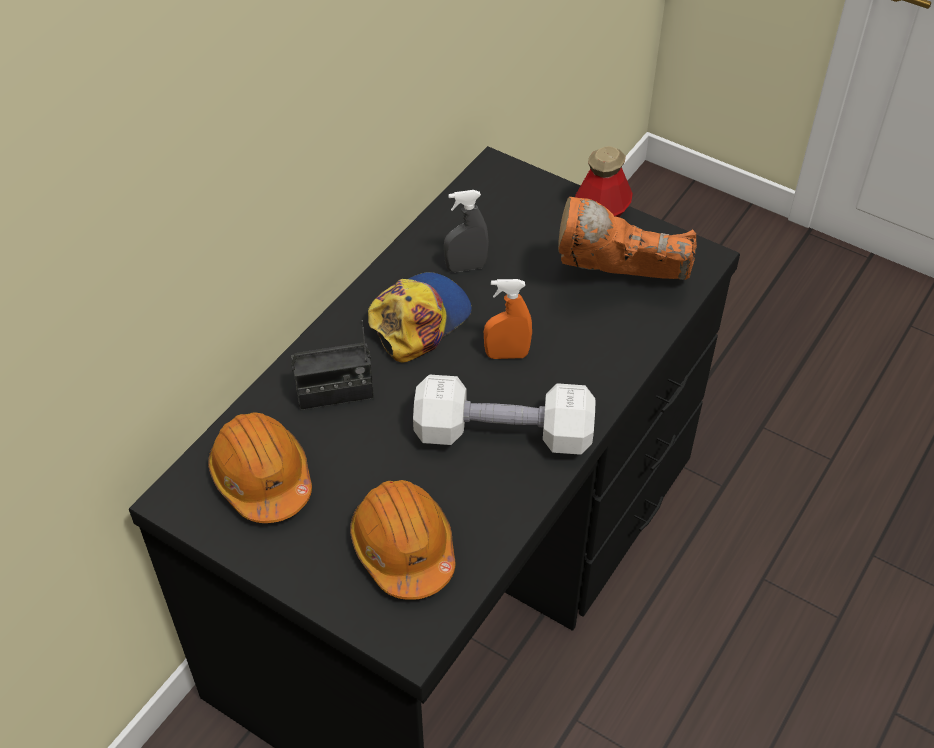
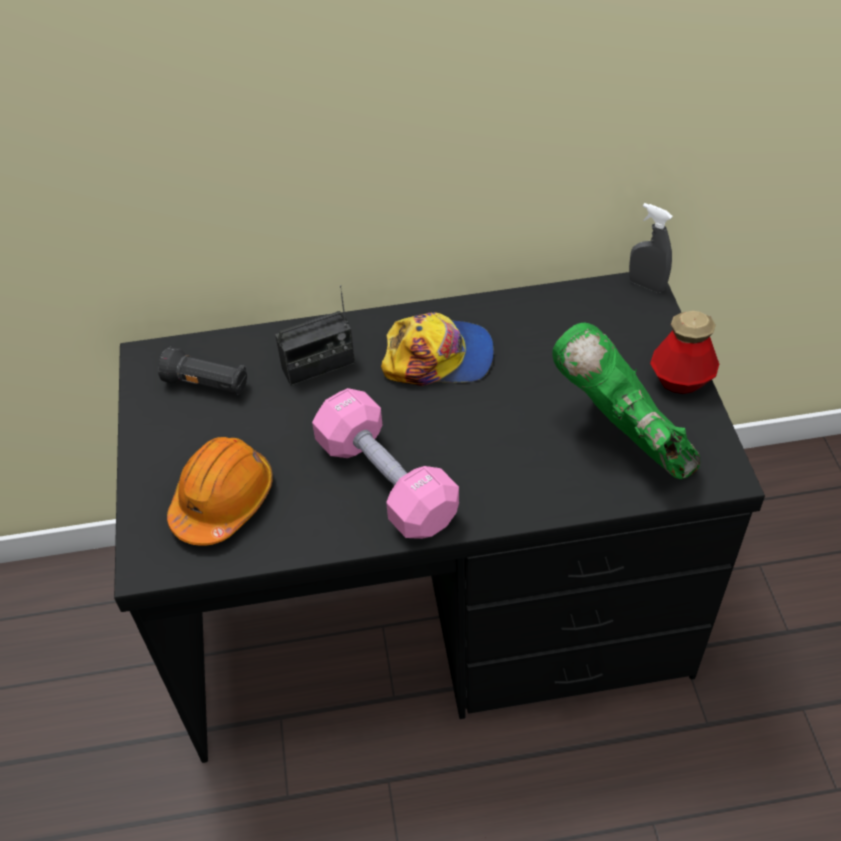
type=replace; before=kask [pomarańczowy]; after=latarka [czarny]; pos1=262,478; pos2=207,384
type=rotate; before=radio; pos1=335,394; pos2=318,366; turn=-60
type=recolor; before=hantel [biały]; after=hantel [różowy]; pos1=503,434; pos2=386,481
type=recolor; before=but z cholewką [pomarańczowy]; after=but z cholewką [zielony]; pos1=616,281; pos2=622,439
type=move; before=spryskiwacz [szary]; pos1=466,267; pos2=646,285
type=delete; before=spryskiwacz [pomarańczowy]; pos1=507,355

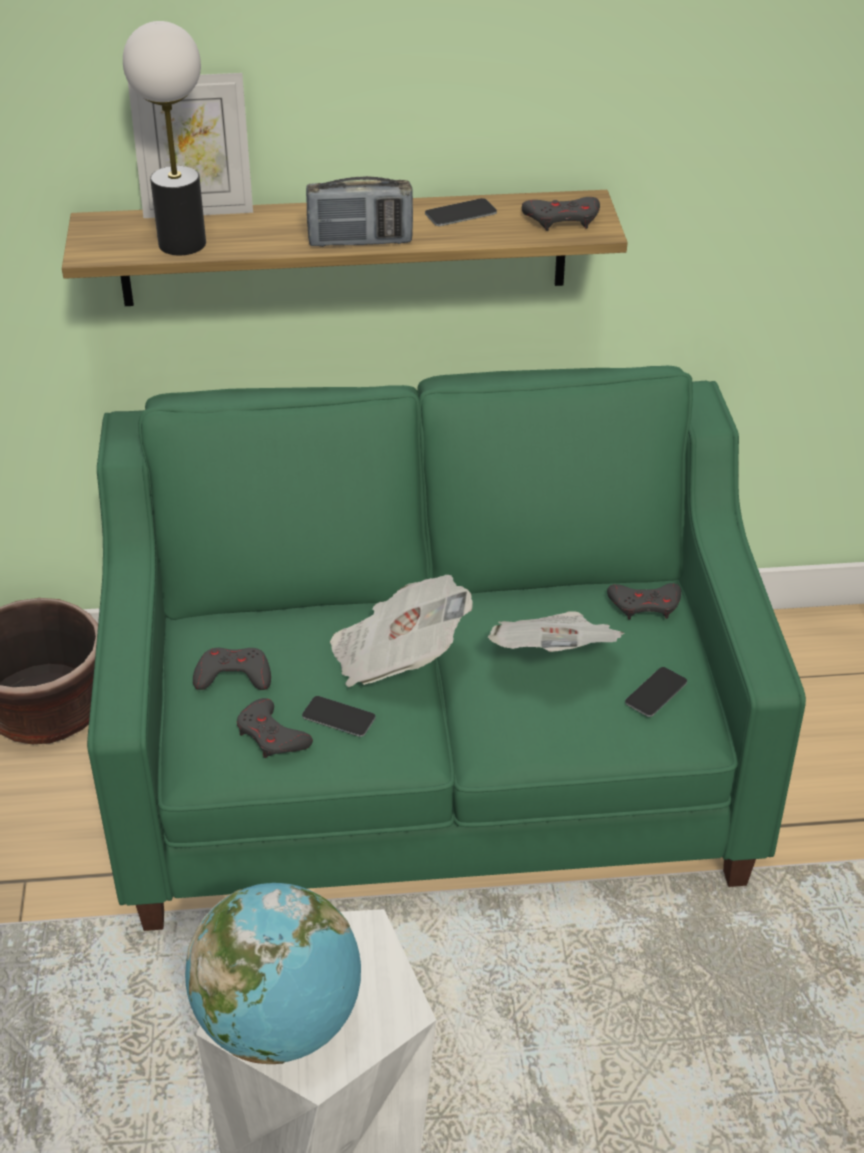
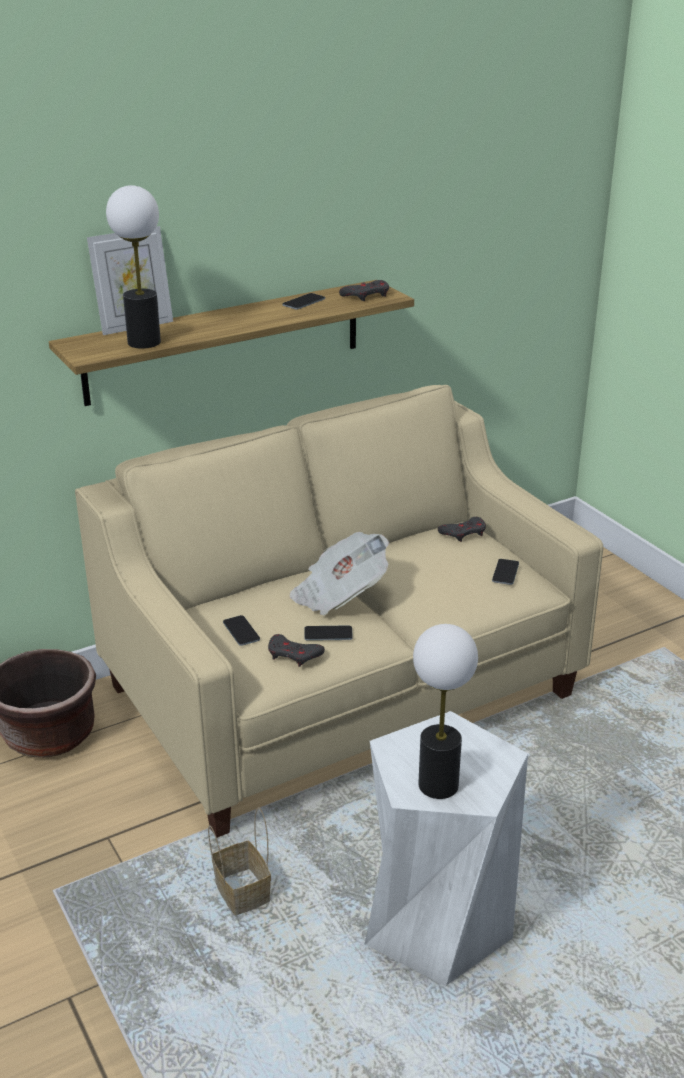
type=recolor; before=kanapa [zielony]; after=kanapa [beżowy]; pos1=431,769; pos2=341,691
type=insert; after=koszyk; pos2=240,892
type=replace; before=pad do gier [szary]; after=telefon; pos1=233,675; pos2=241,631
type=replace; before=globus; after=lampa stołowa; pos1=280,1023; pos2=439,785
type=delete; before=radio; pos1=360,241
type=delete; before=gazeta; pos1=553,658

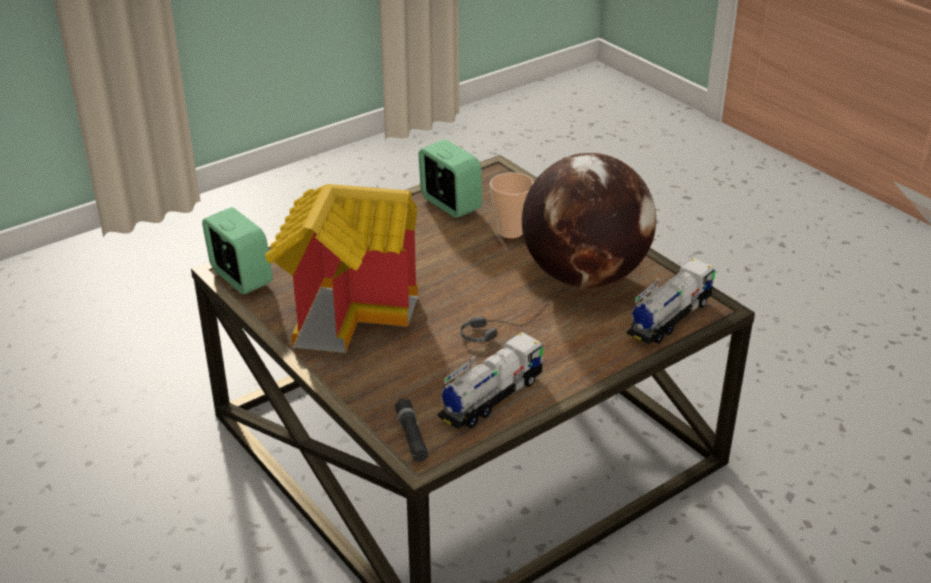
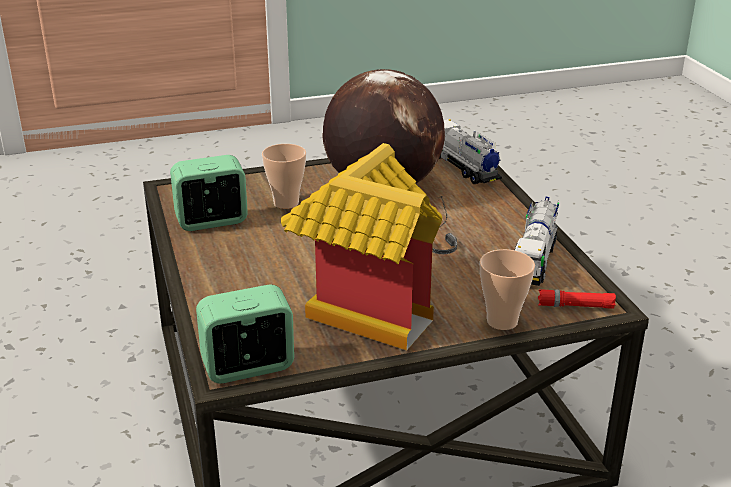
type=insert; after=filiżanka; pos2=502,321
type=rotate; before=ciężarówka zabawkowa; pos1=491,398; pos2=534,260; turn=-135
type=recolor; before=latarka [czarny]; after=latarka [czerwony]; pos1=411,435; pos2=575,306

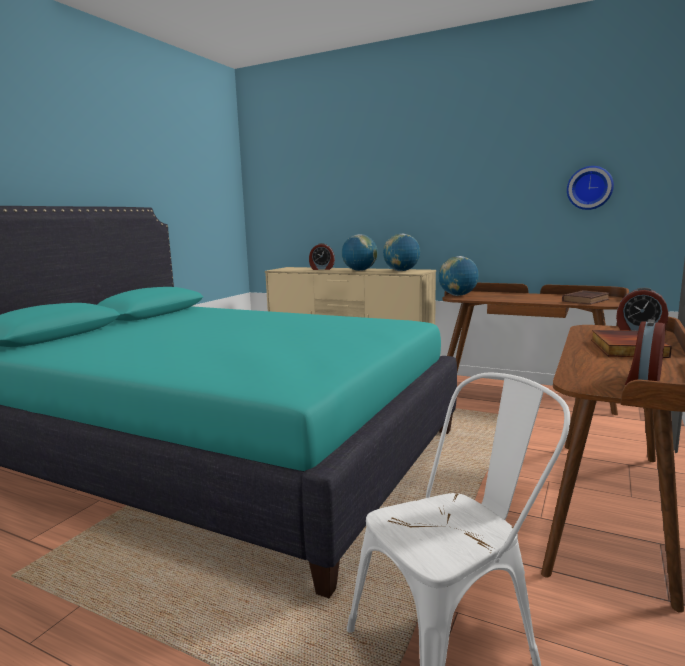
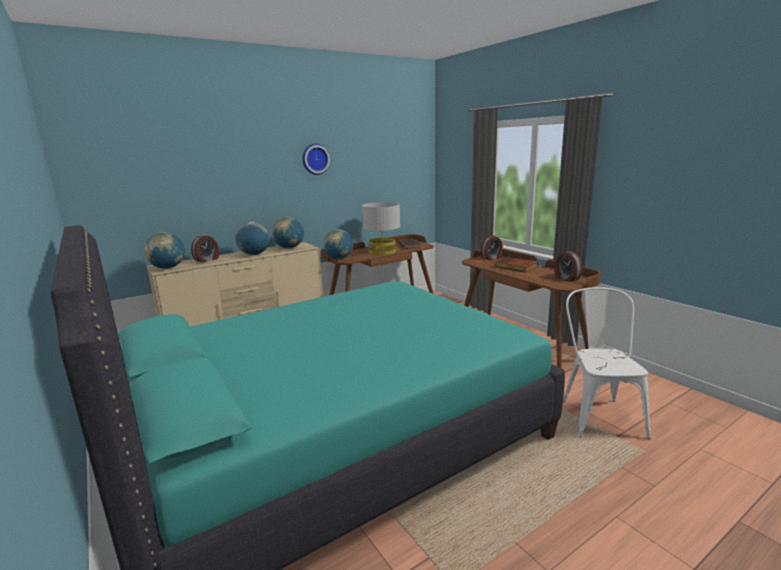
type=insert; after=globus; pos2=168,268
type=move; before=zegar ścienny; pos1=589,188; pos2=315,159
type=insert; after=lampa stołowa [szary]; pos2=382,251

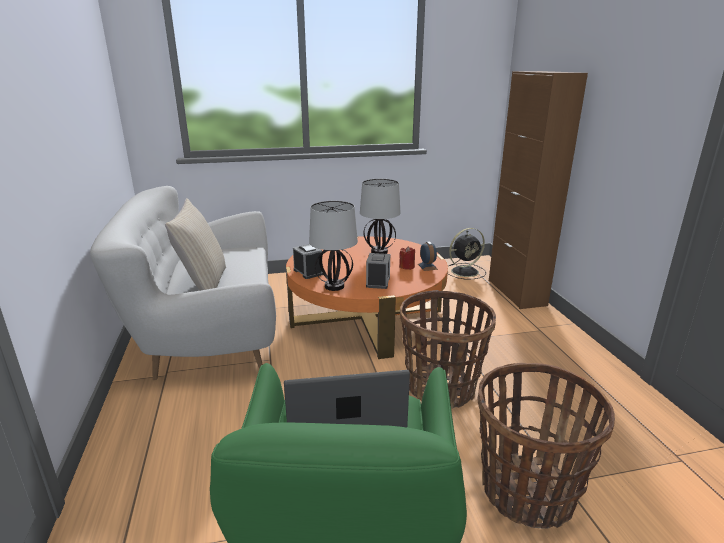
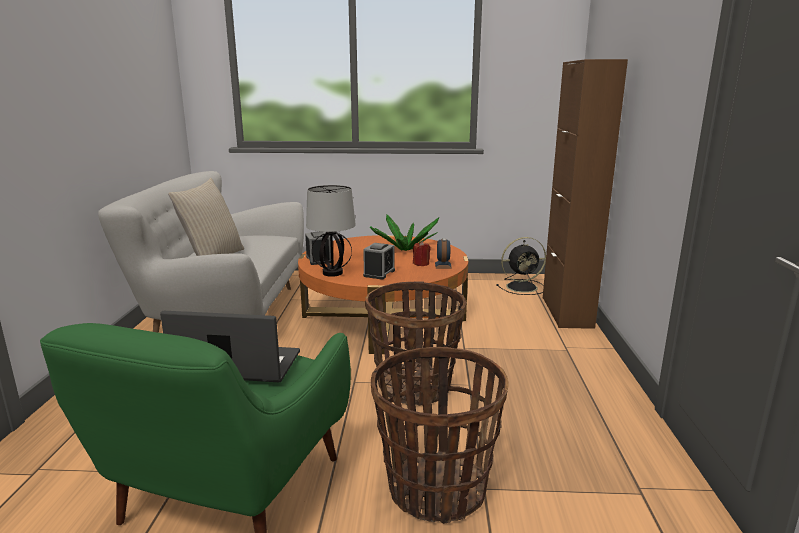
type=replace; before=lampa stołowa; after=roślina doniczkowa; pos1=379,252; pos2=405,249

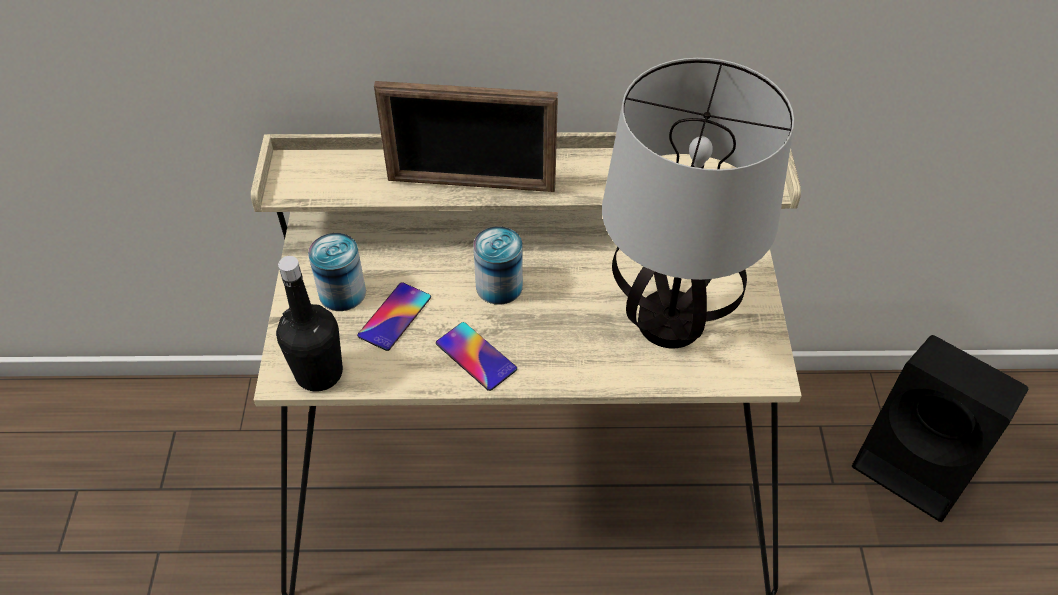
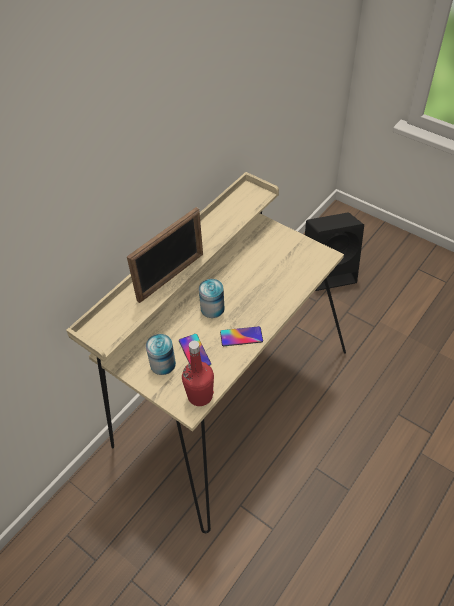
type=recolor; before=butelka [czarny]; after=butelka [czerwony]; pos1=319,373; pos2=200,396
type=delete; before=lampa stołowa; pos1=669,324

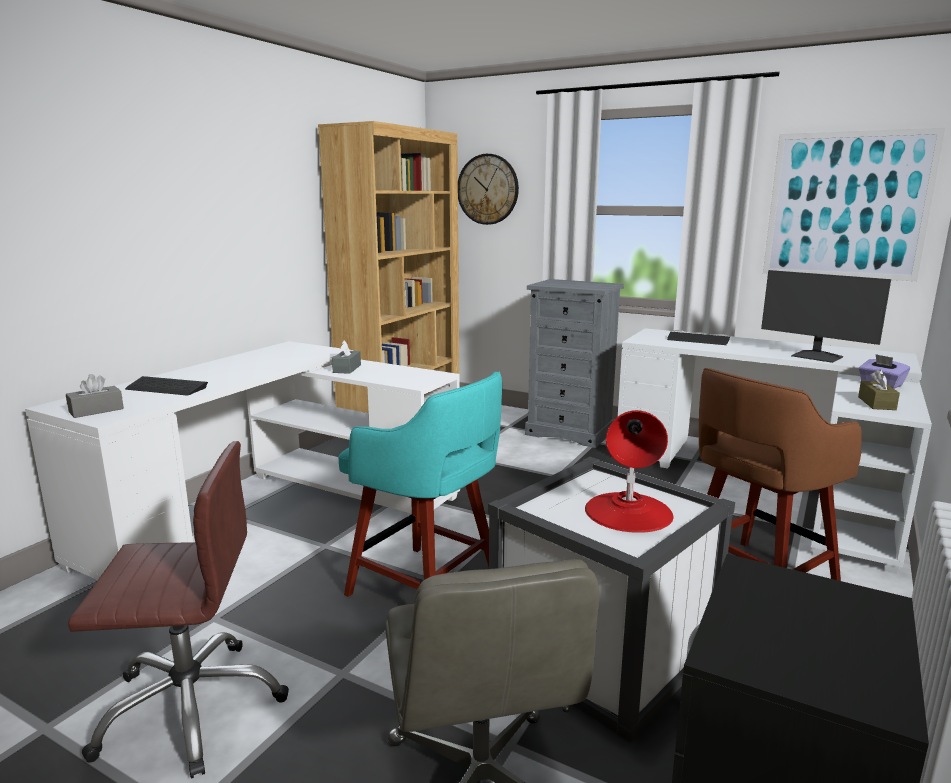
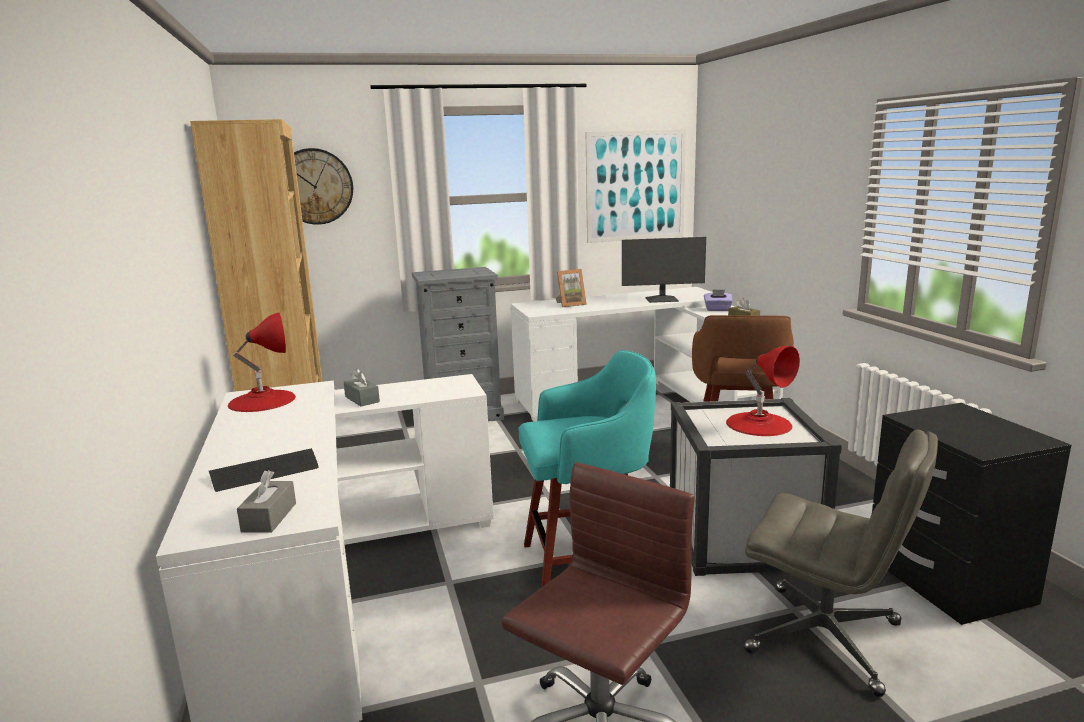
type=insert; after=lampa stołowa [czerwony]; pos2=262,400
type=replace; before=klawiatura; after=ramka na zdjęcie; pos1=697,340; pos2=570,304

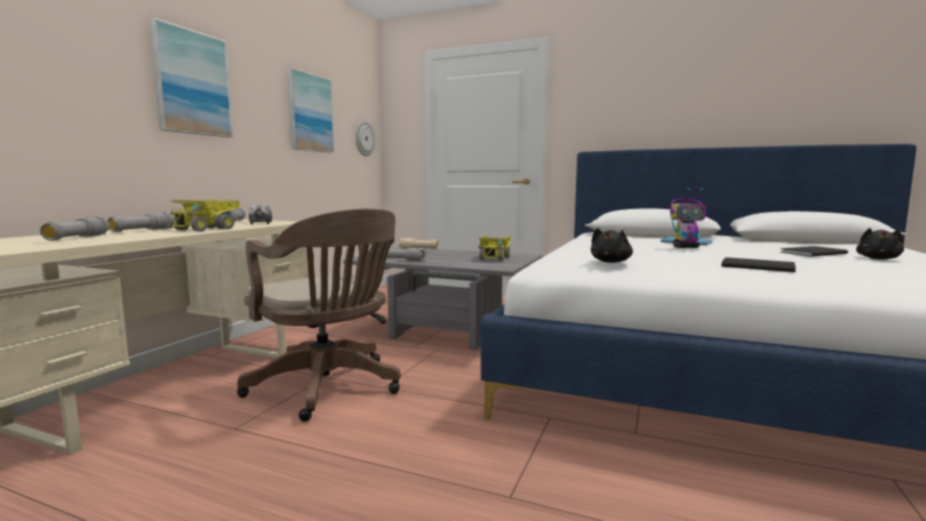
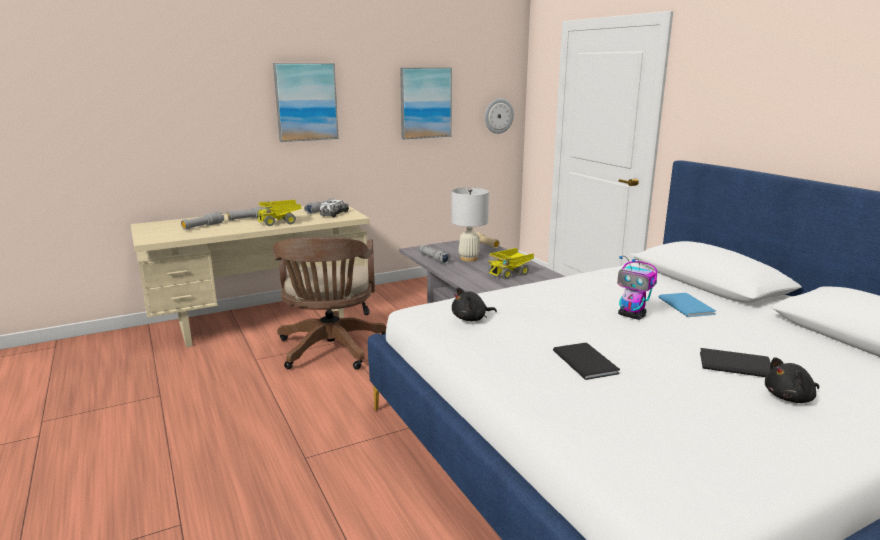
type=insert; after=lampa stołowa [biały]; pos2=468,258

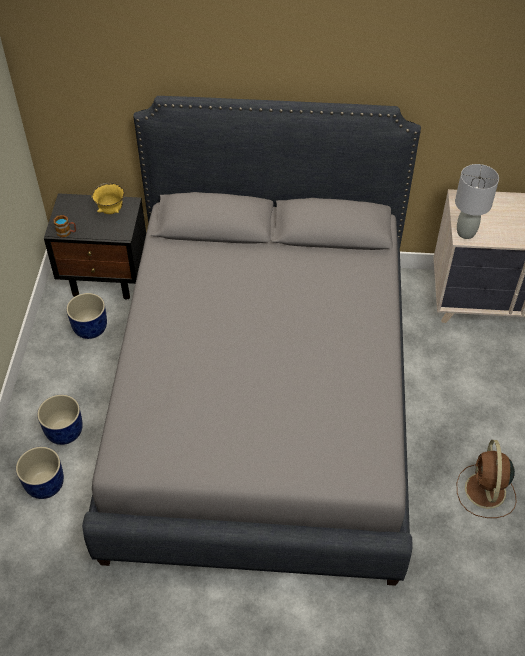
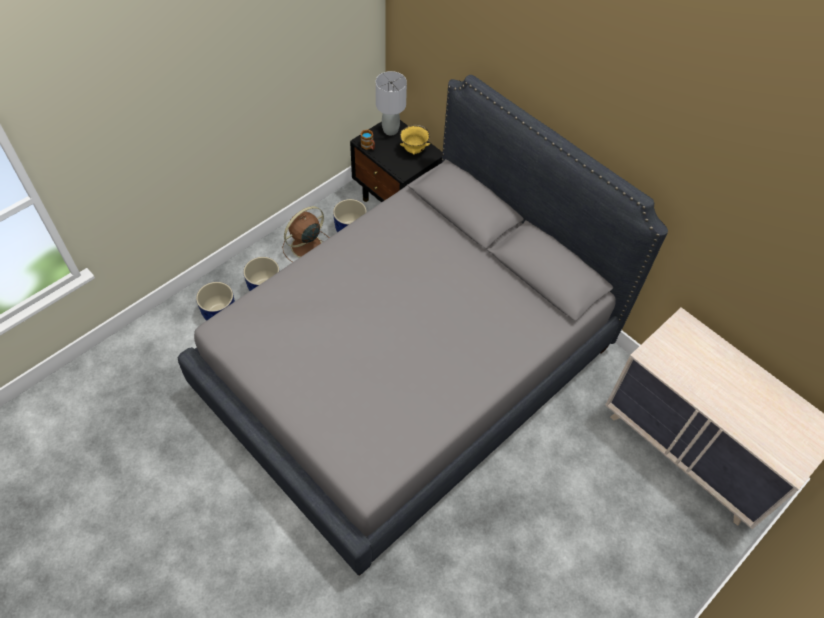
type=move; before=wentylator [brązowy]; pos1=485,492; pos2=305,247
type=move; before=lampa stołowa [szary]; pos1=465,233; pos2=390,130

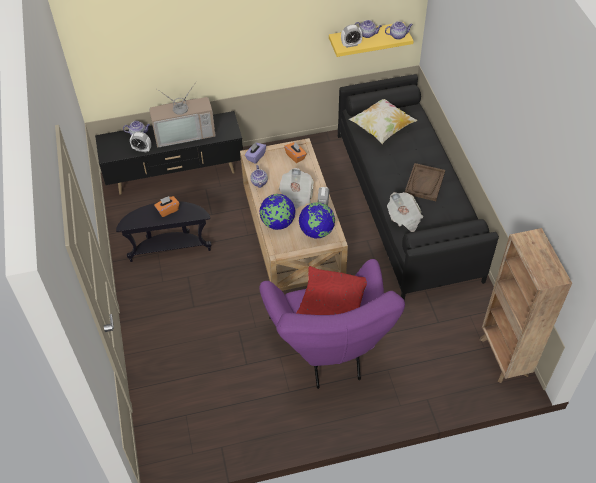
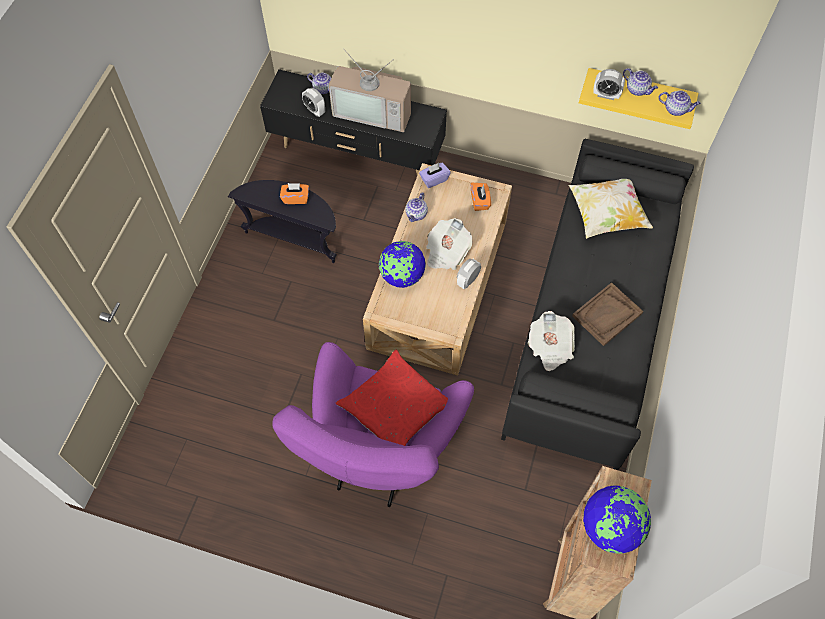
type=move; before=globus; pos1=317,231; pos2=610,527

